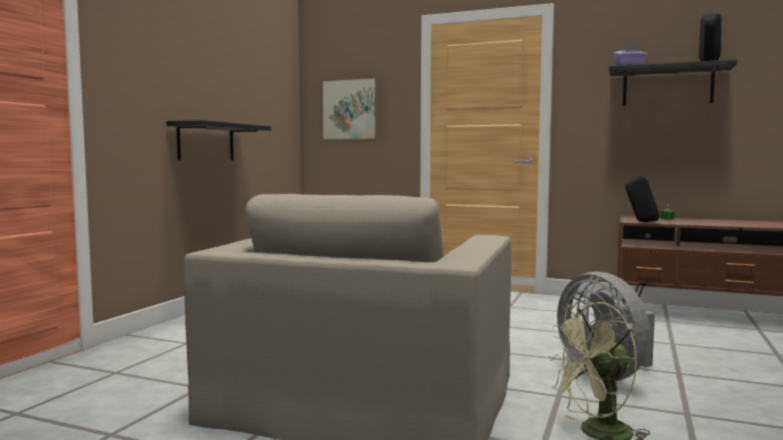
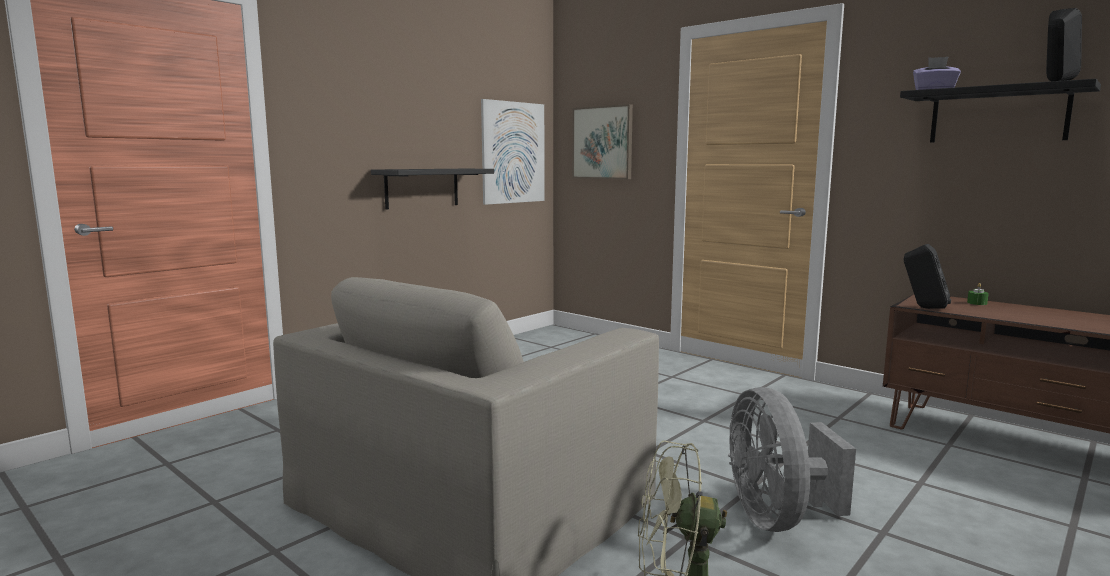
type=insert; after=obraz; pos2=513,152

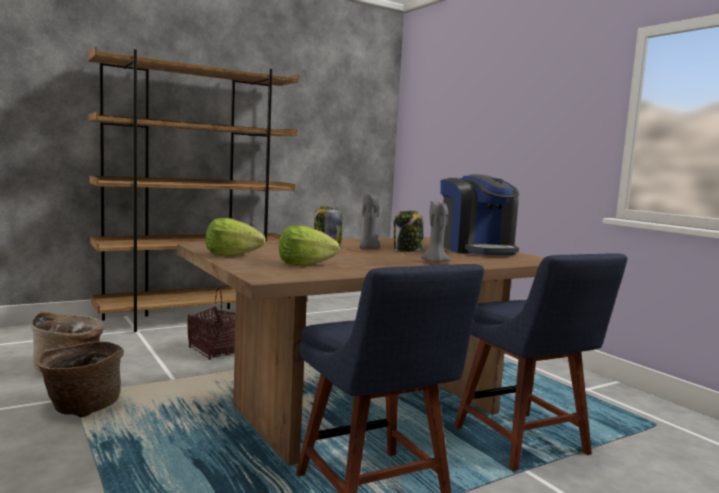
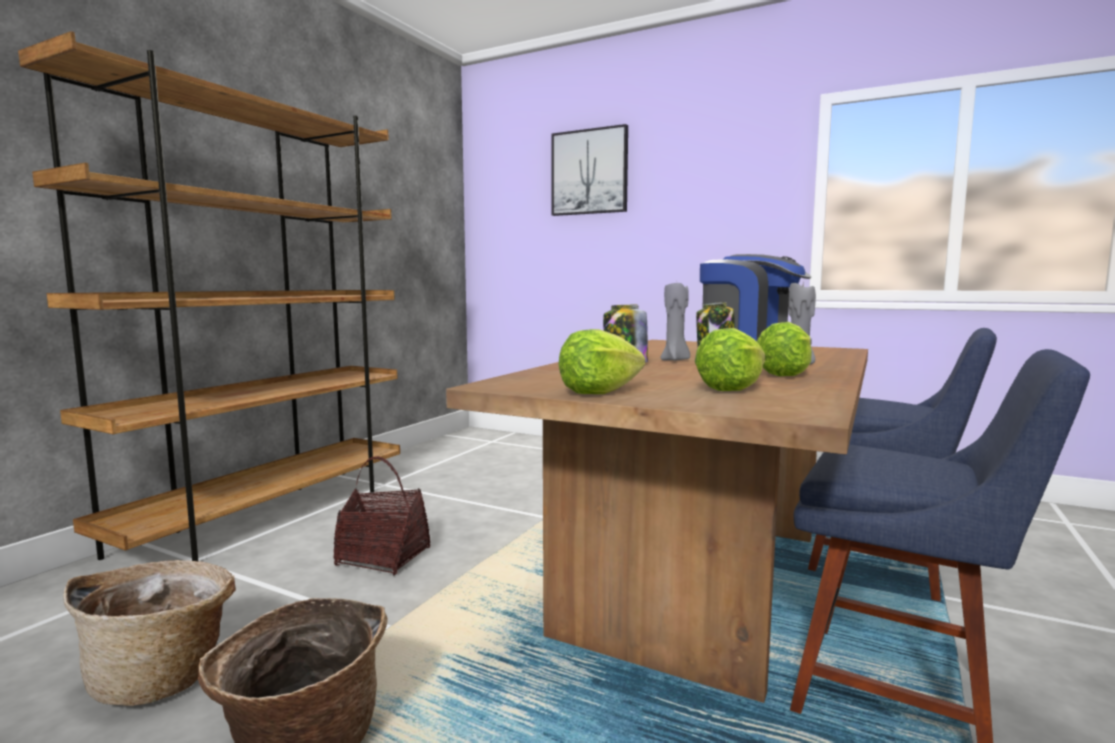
type=insert; after=obraz; pos2=589,172
type=insert; after=sałata; pos2=785,374

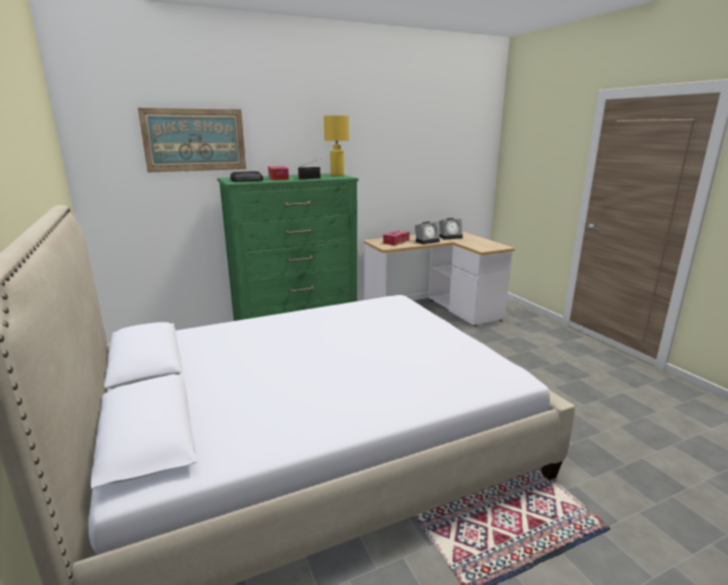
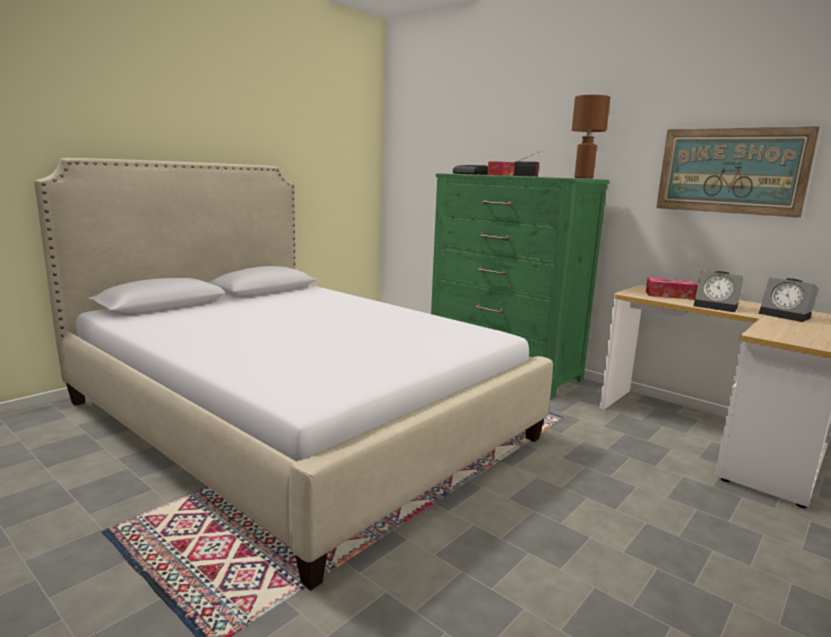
type=recolor; before=lampa stołowa [żółty]; after=lampa stołowa [brązowy]; pos1=337,175; pos2=583,178
type=move; before=obraz; pos1=195,140; pos2=731,171

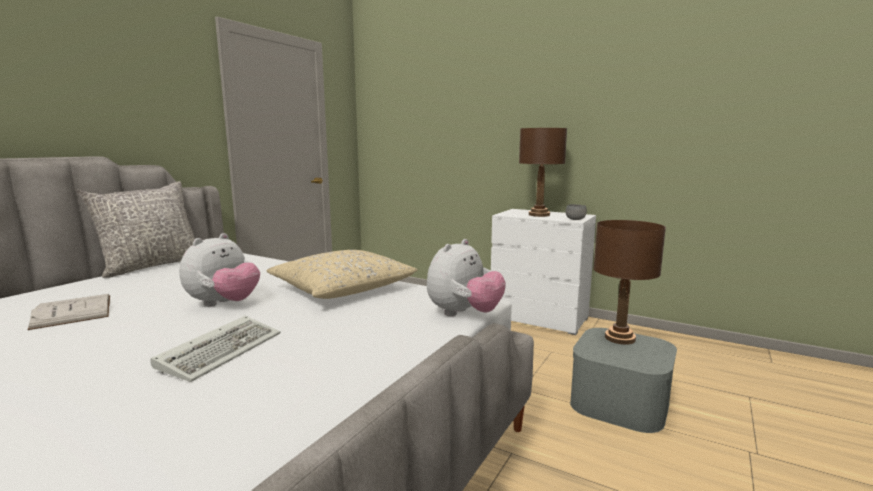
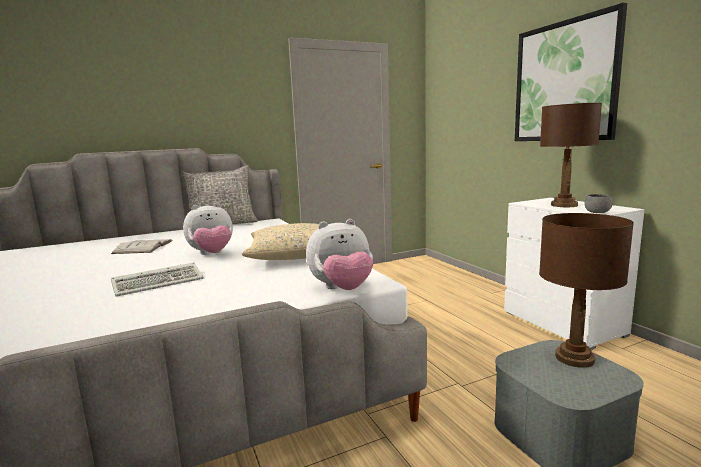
type=insert; after=obraz; pos2=564,82

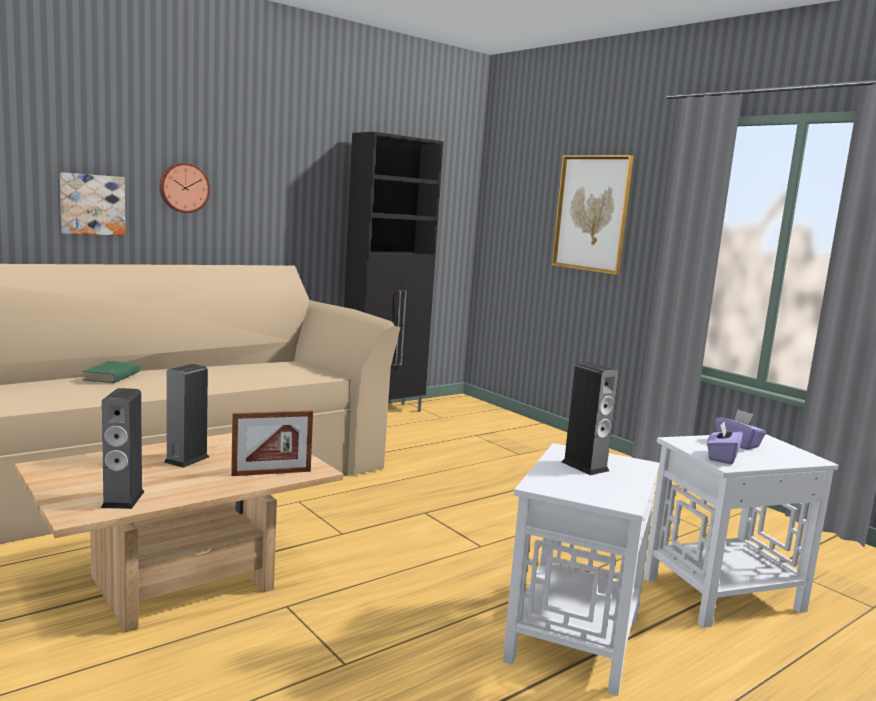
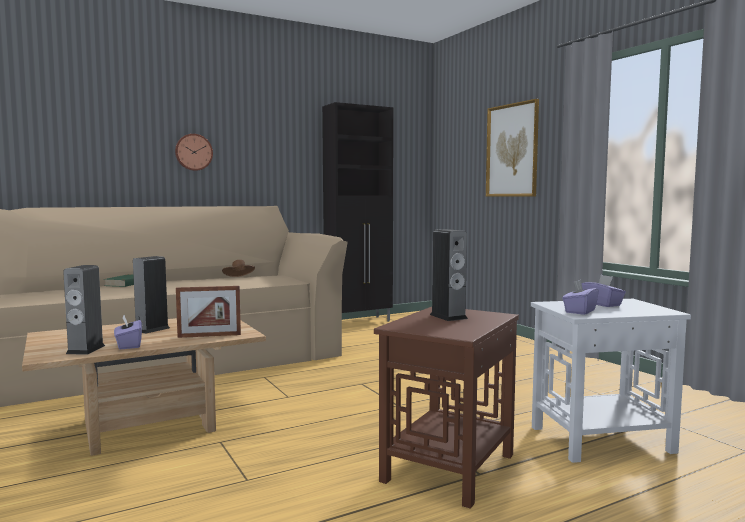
type=insert; after=pudełko chusteczek [fioletowy]; pos2=128,345
type=insert; after=kapelusz [brązowy]; pos2=239,278
type=recolor; before=stolik [biały]; after=stolik [brązowy]; pos1=572,638; pos2=448,467
type=delete; before=obraz; pos1=92,204

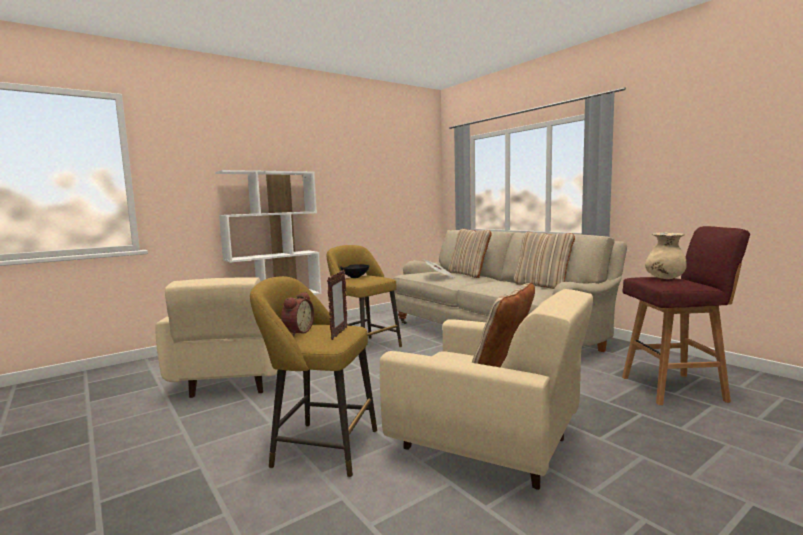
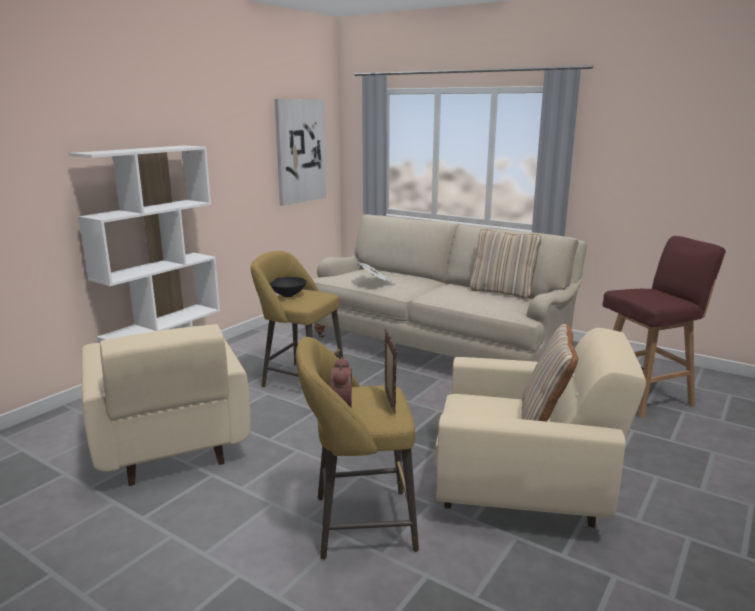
type=insert; after=obraz; pos2=300,151
type=delete; before=poduszka [beżowy]; pos1=469,274
type=delete; before=wazon [beżowy]; pos1=664,278

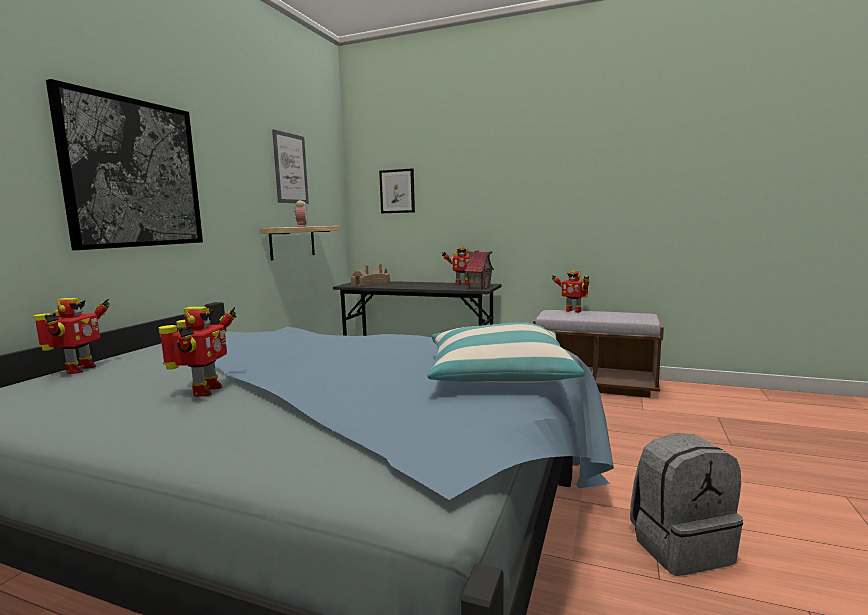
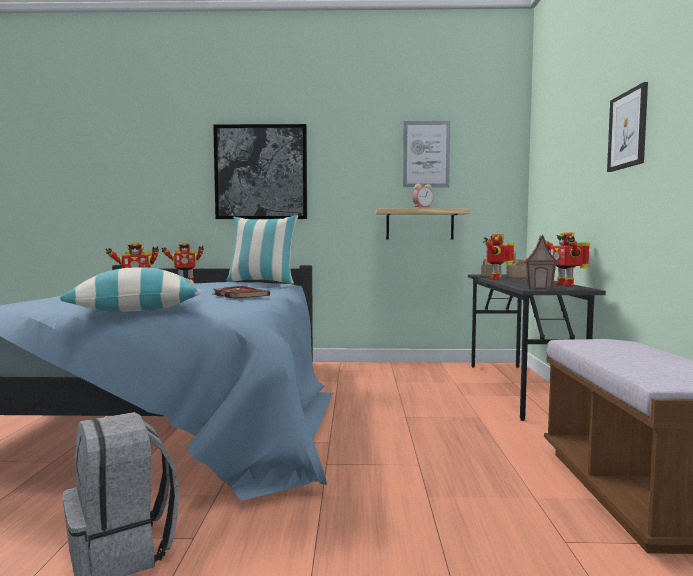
type=insert; after=książka; pos2=238,295
type=insert; after=poduszka; pos2=262,282
type=move; before=robot zabawkowy; pos1=573,311; pos2=496,279
type=move; before=obraz; pos1=397,191; pos2=628,130

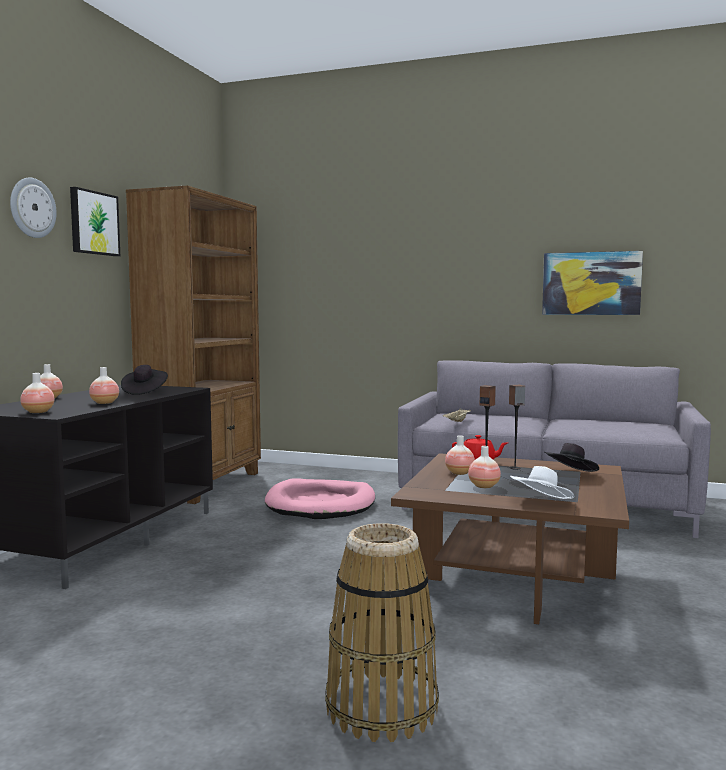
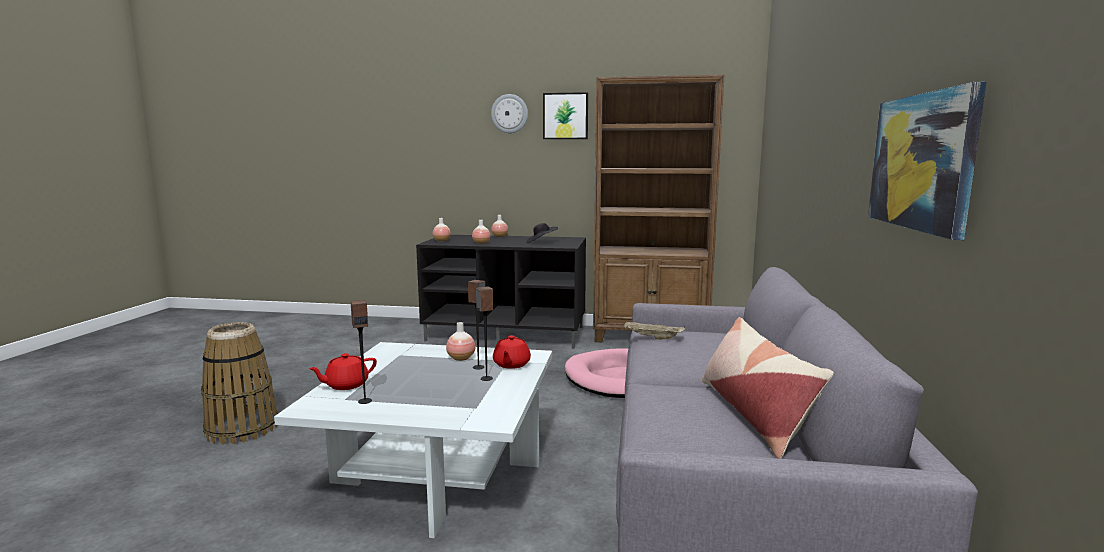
type=recolor; before=ława [brązowy]; after=ława [biały]; pos1=513,577; pos2=437,474
type=replace; before=kapelusz [biały]; after=imbryk [czerwony]; pos1=541,503; pos2=346,385
type=insert; after=głośnik; pos2=365,401
type=insert; after=poduszka; pos2=754,413
type=delete; before=wazon; pos1=484,486
type=delete; before=kapelusz [czarny]; pos1=570,474

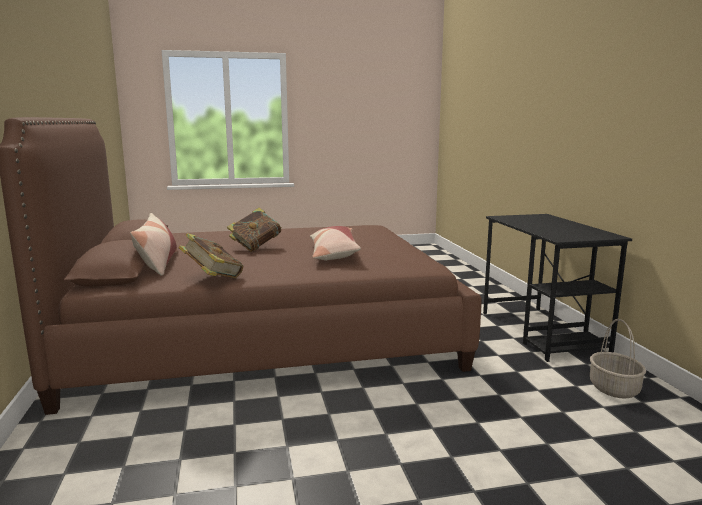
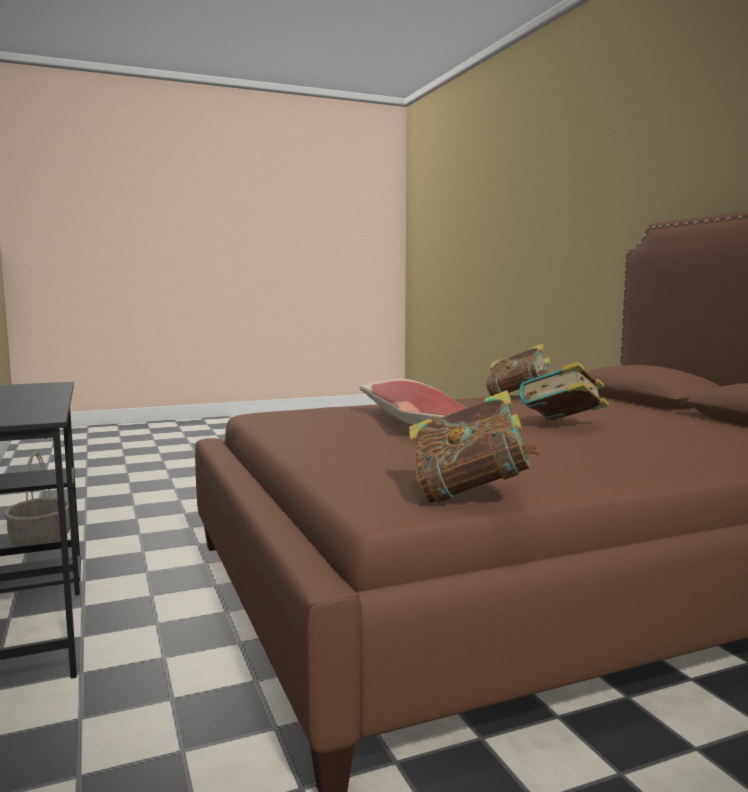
type=insert; after=książka; pos2=469,494
type=delete; before=poduszka; pos1=157,264

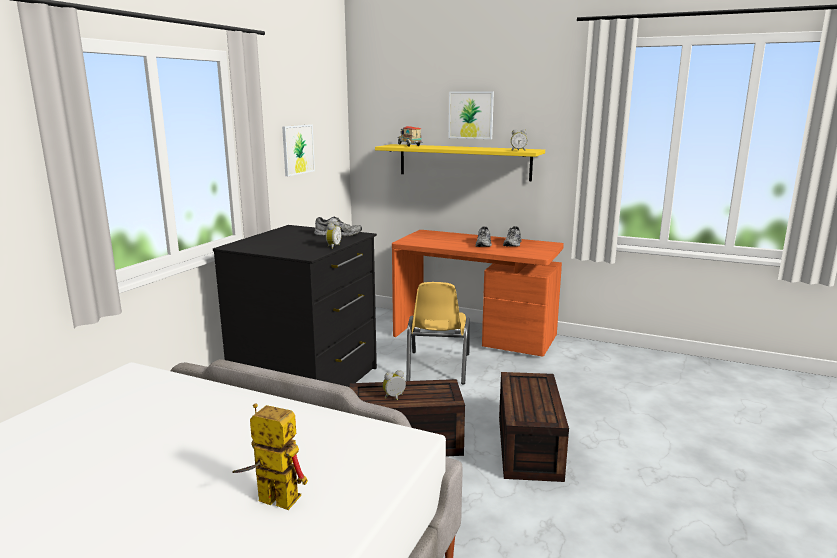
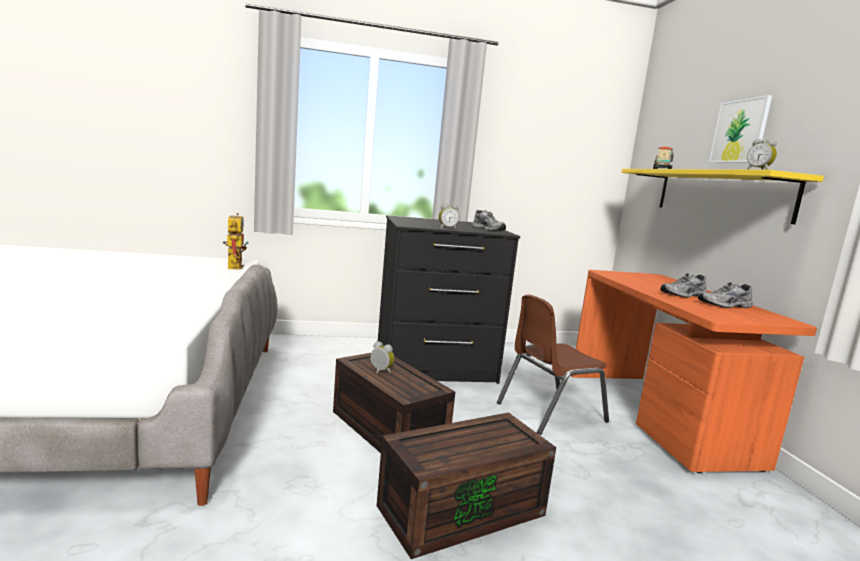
type=move; before=robot zabawkowy; pos1=269,499; pos2=234,266
type=recolor; before=krzesło [żółty]; after=krzesło [brązowy]; pos1=437,367; pos2=549,412
type=delete; before=obraz; pos1=297,149

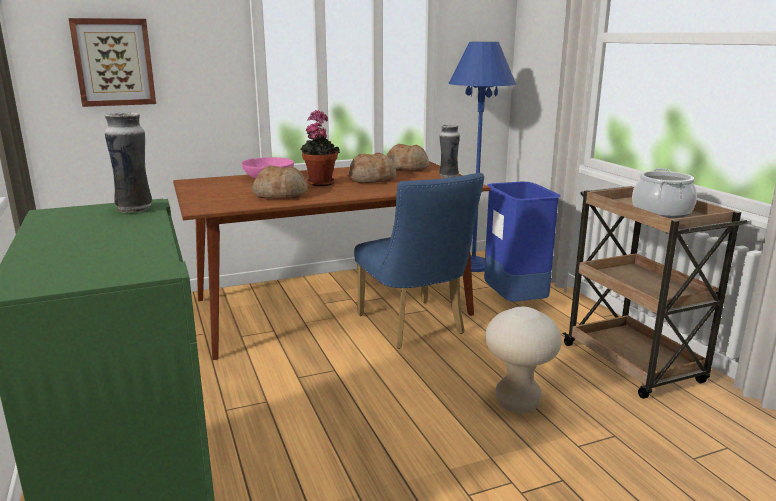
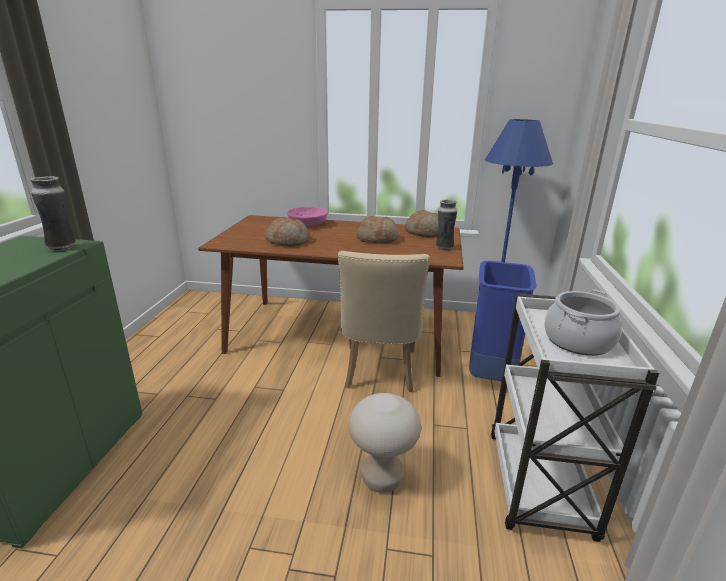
type=recolor; before=krzesło [niebieski]; after=krzesło [beżowy]; pos1=415,327; pos2=379,372
type=recolor; before=wózek [brązowy]; after=wózek [biały]; pos1=634,365; pos2=539,486
type=delete; before=obraz; pos1=114,62
type=delete; before=roślina doniczkowa; pos1=320,183

